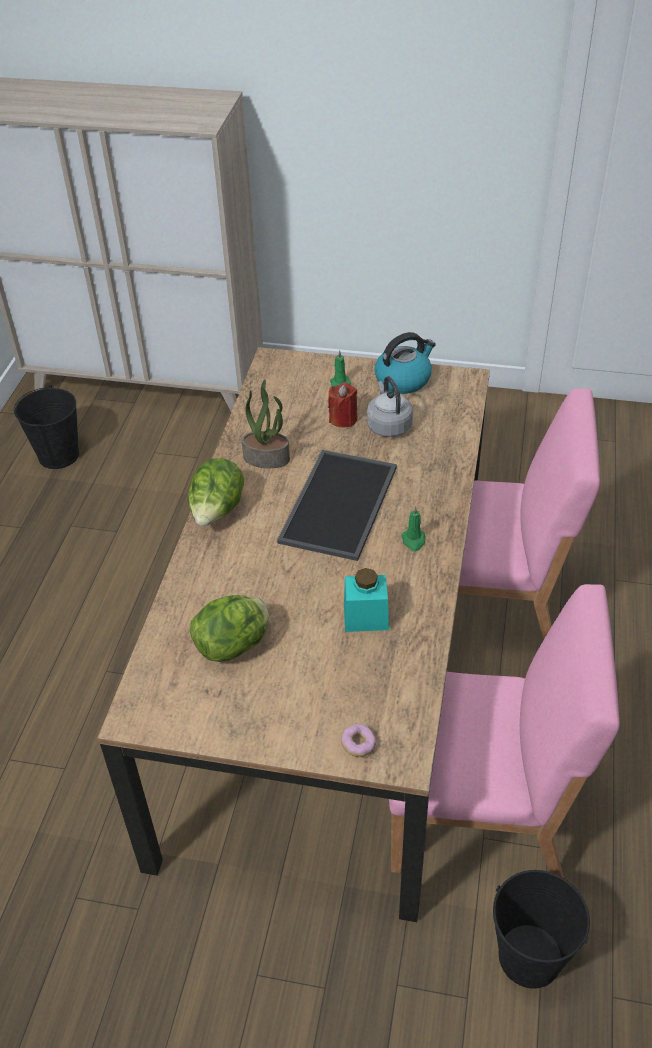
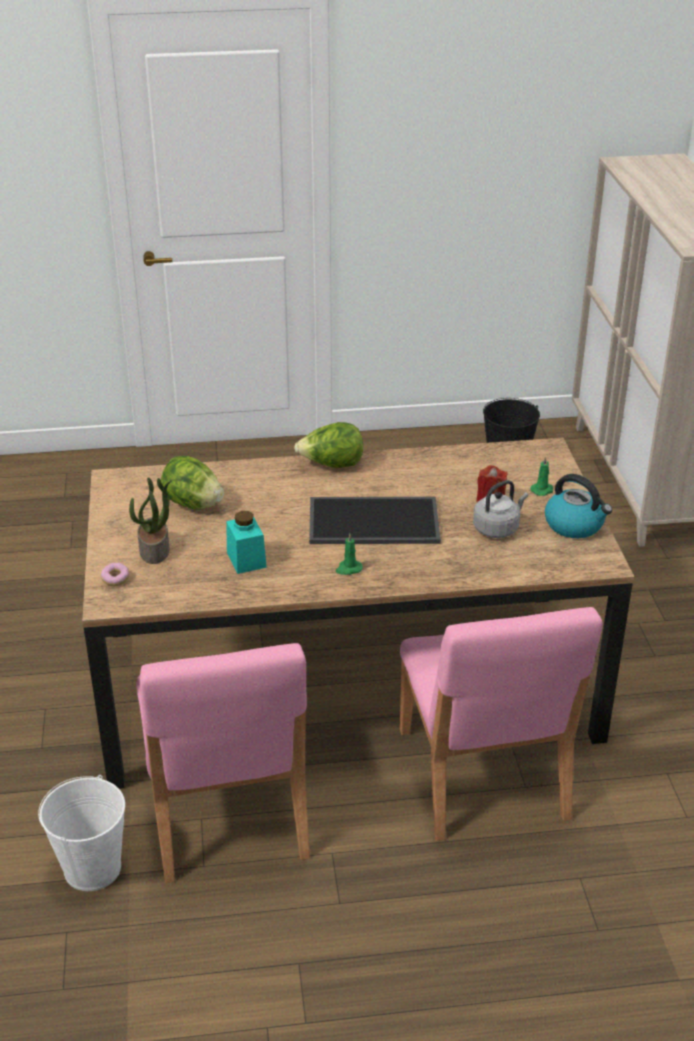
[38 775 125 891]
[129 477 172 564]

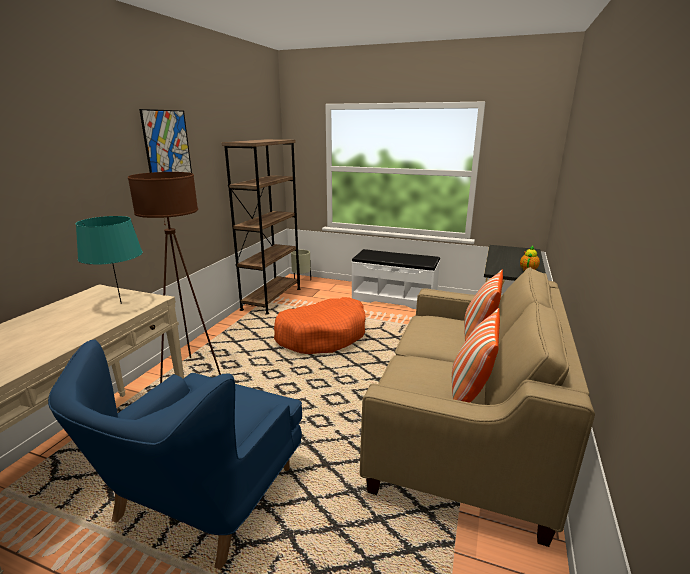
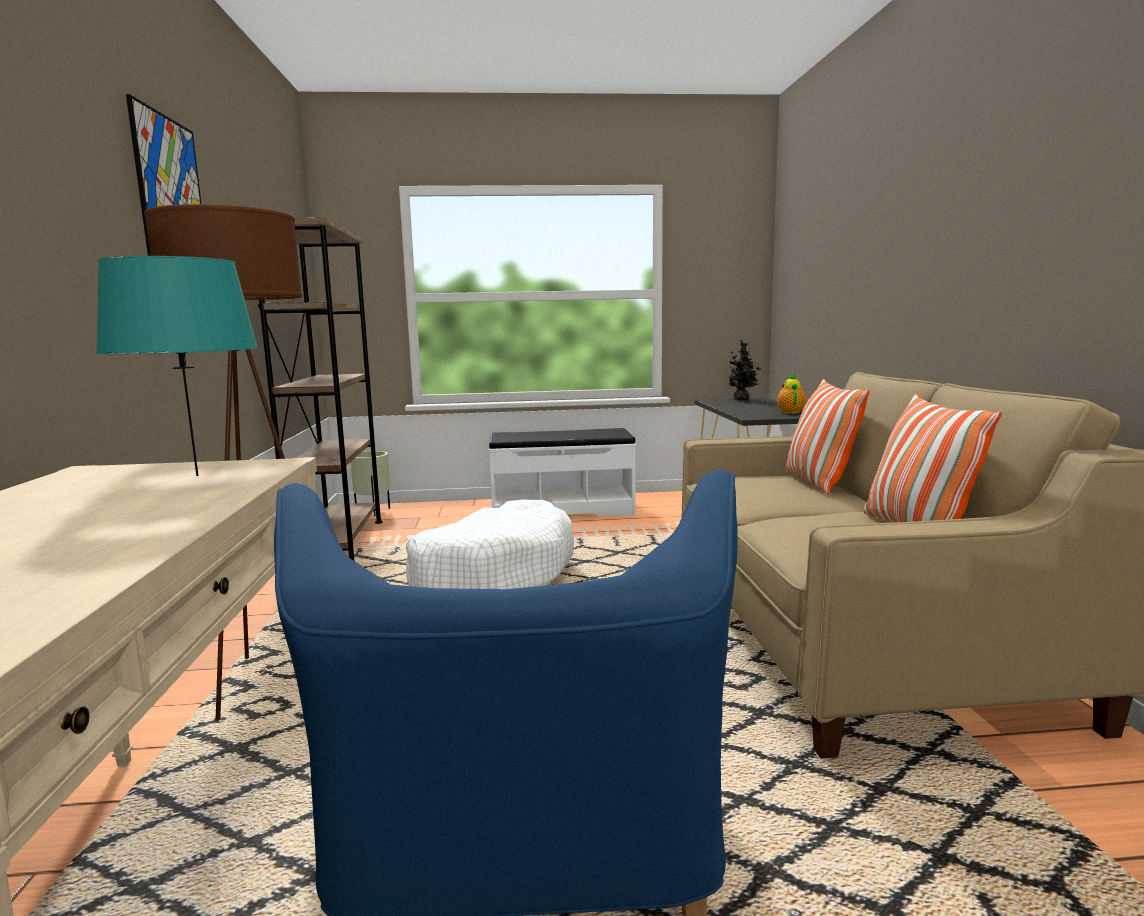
[406 500 574 589]
[729 340 762 400]

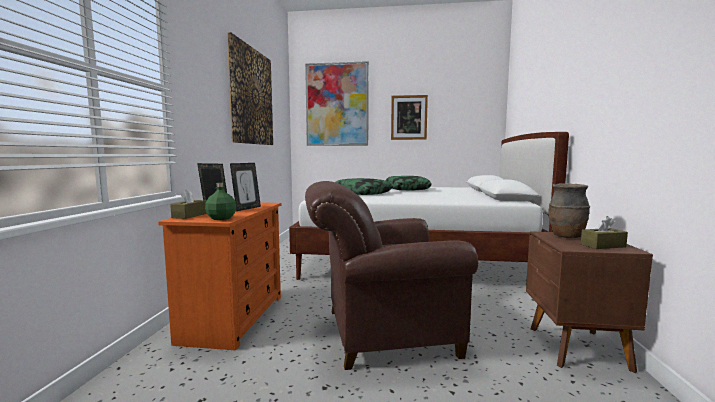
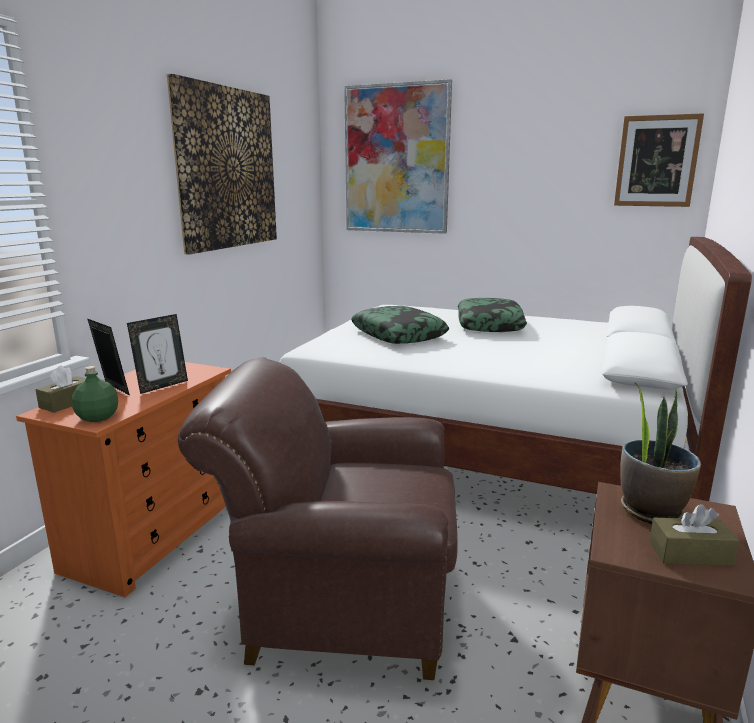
[614 113 704 207]
[620 383 701 524]

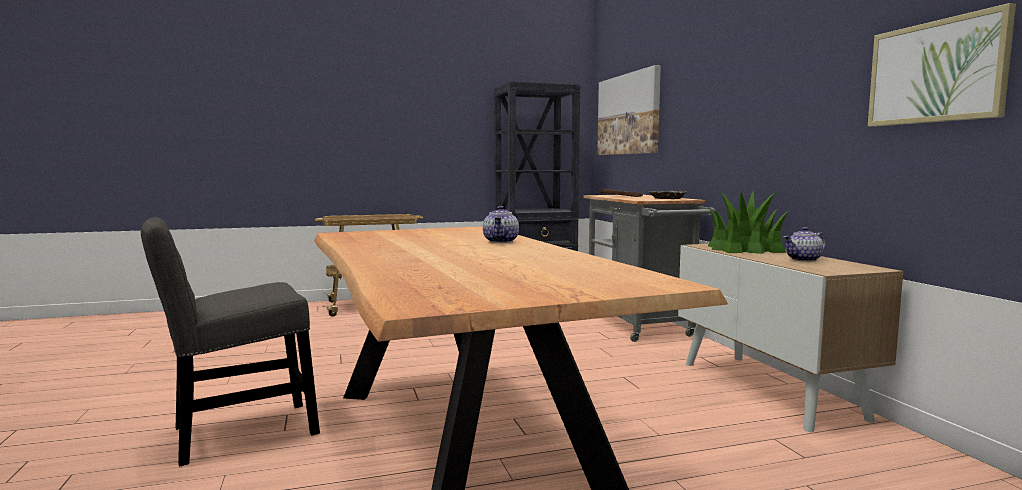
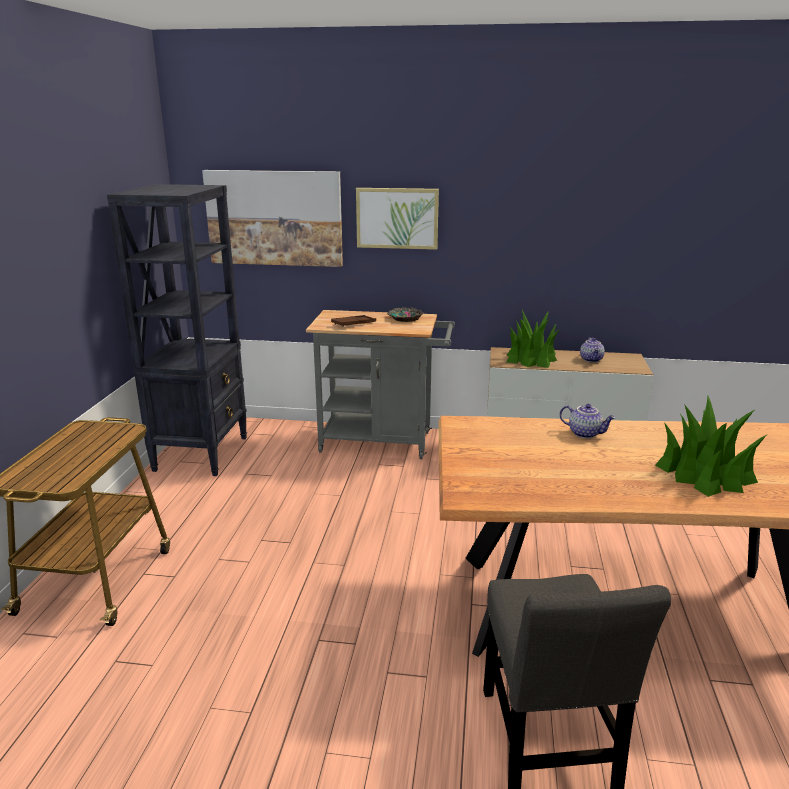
[356 188 439 250]
[655 396 766 497]

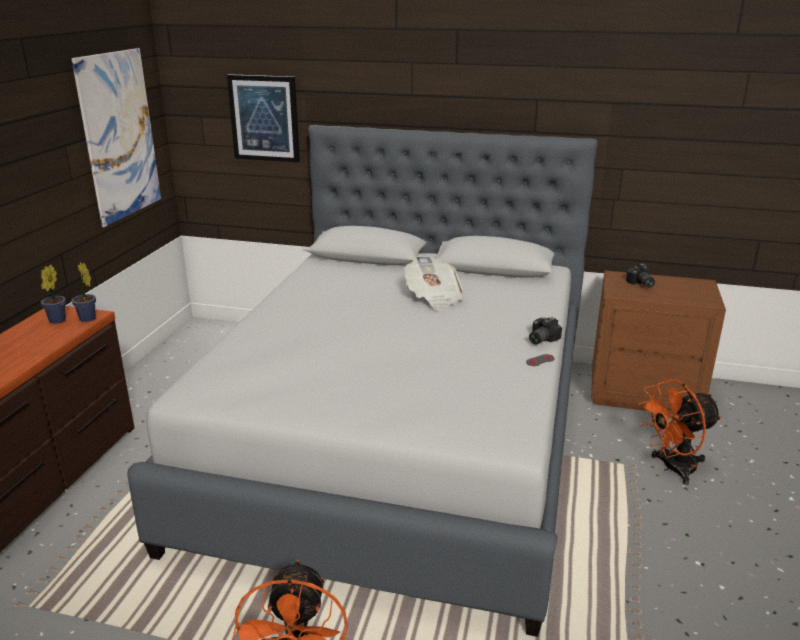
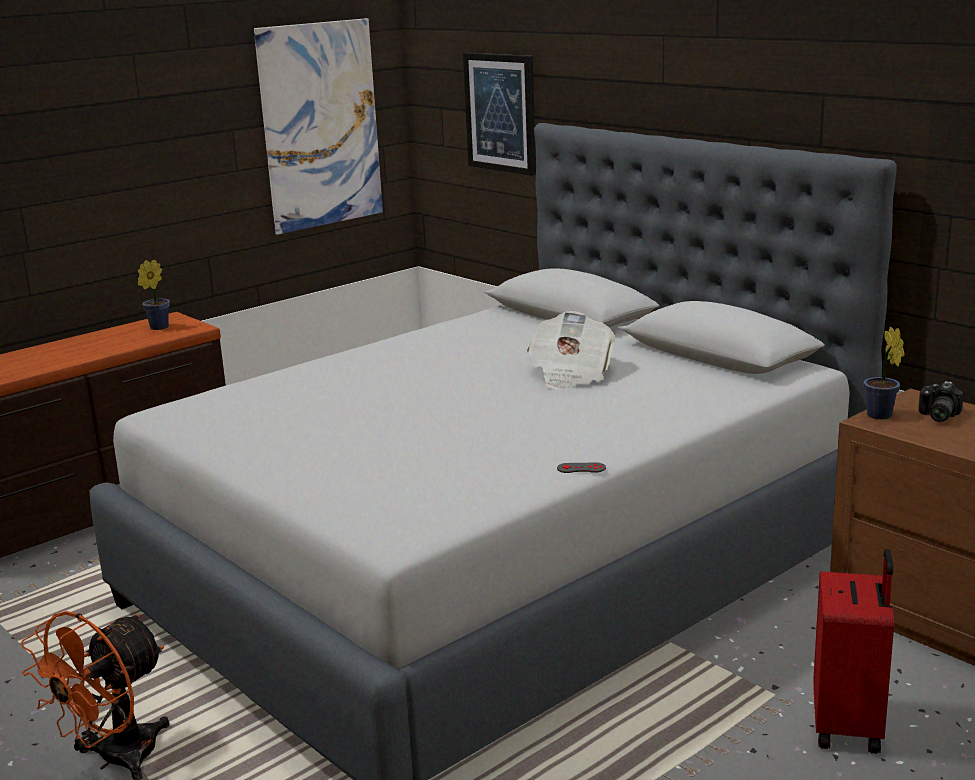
[813 549 894 754]
[864 327 904 419]
[529 317 562 344] (first image)

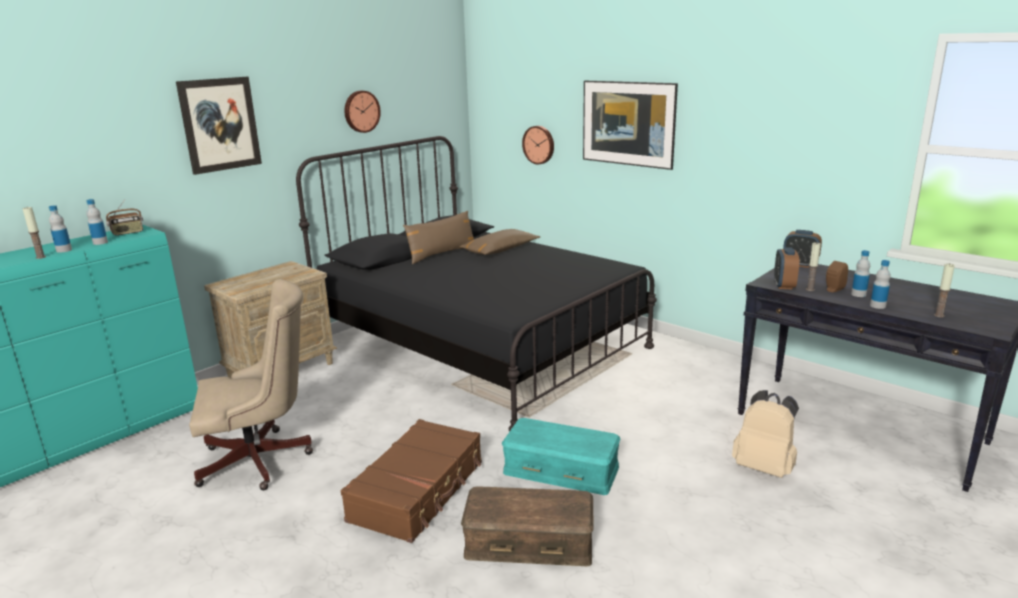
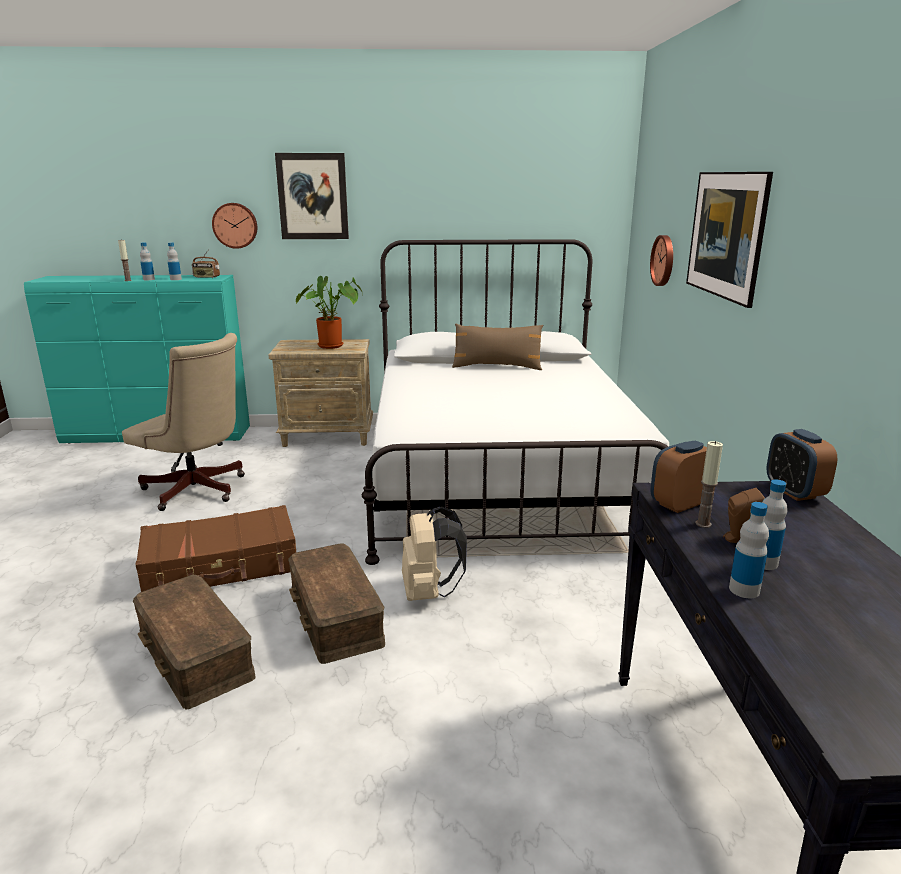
[212 203 257 249]
[288 543 385 664]
[296 276 363 349]
[362 239 669 565]
[402 506 467 601]
[459 229 540 255] (first image)
[934 264 955 318] (first image)

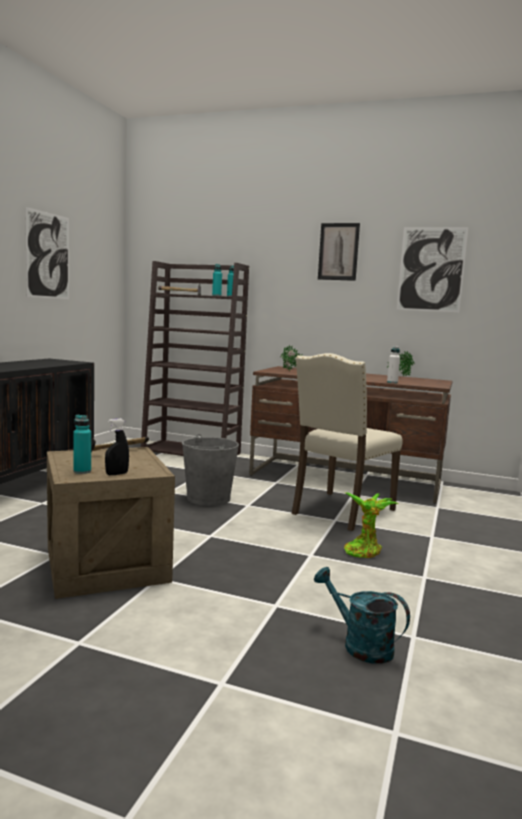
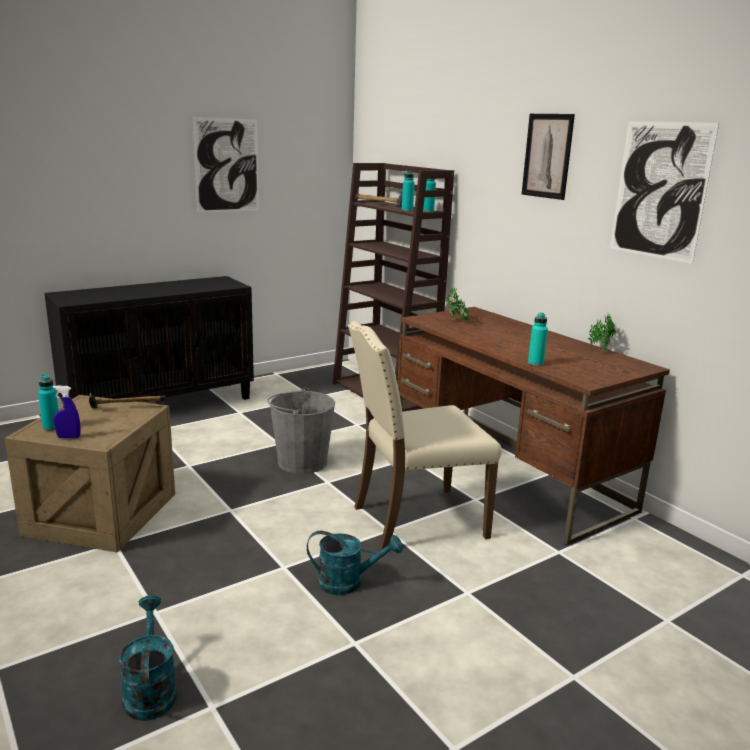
[53 385 80 439]
[307 531 403 595]
[528 313 548 366]

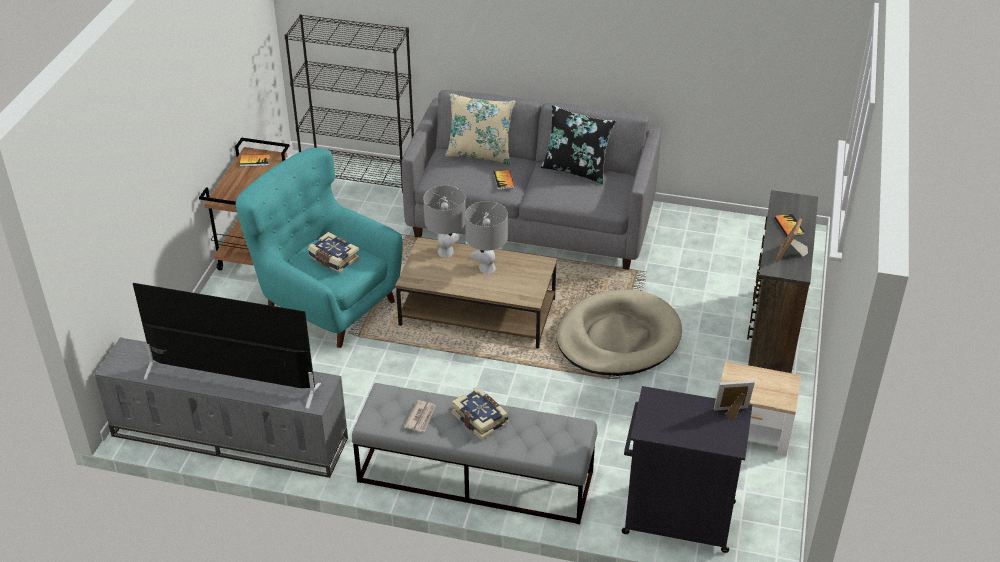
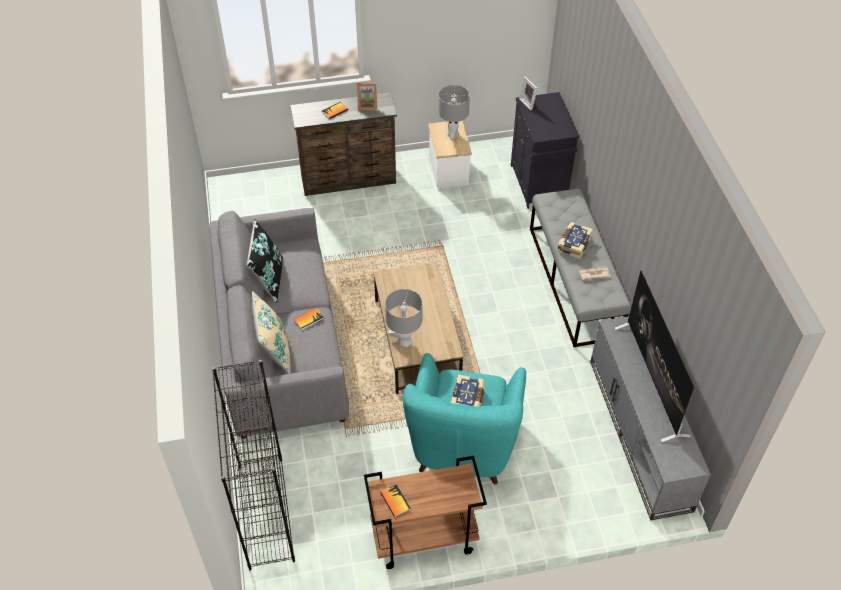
[438 85 470 139]
[557 289 682 376] (first image)

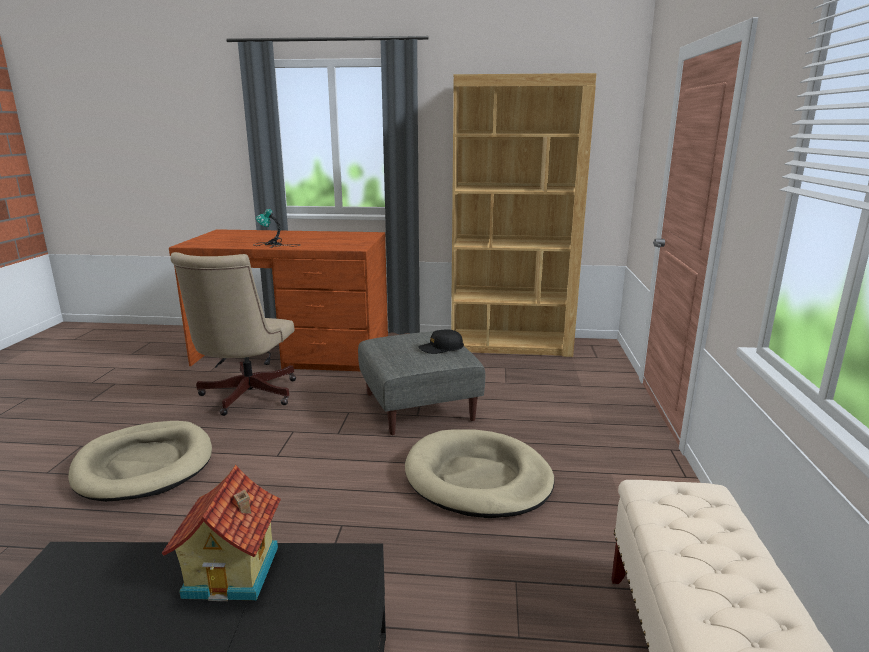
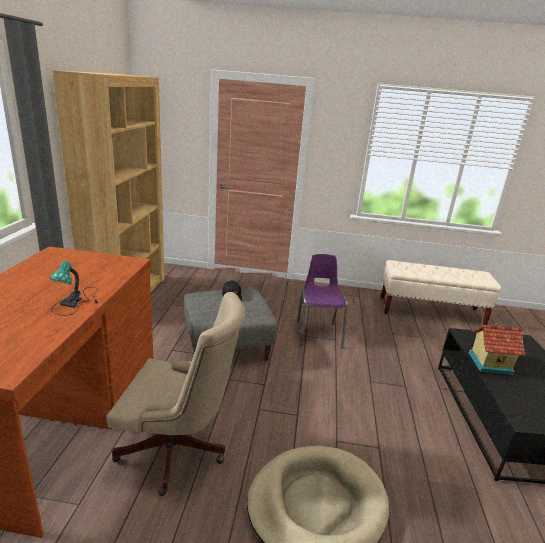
[297 254 348 348]

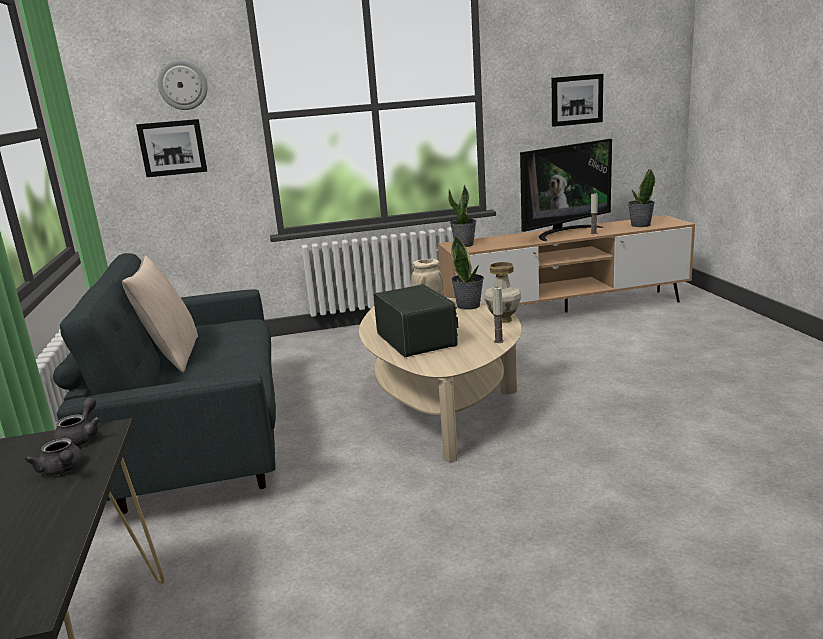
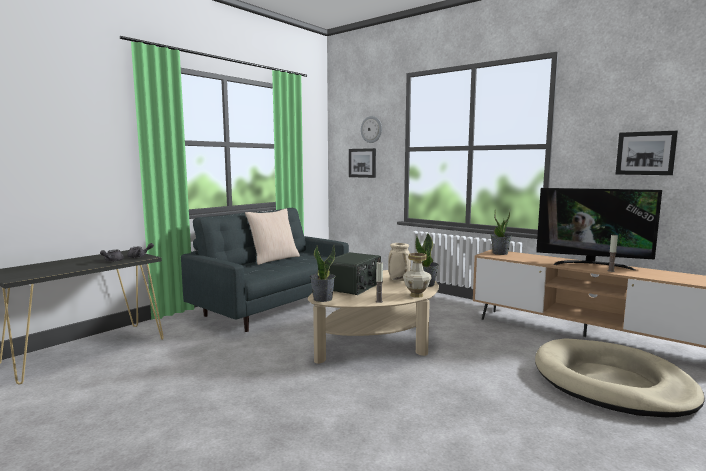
[310 245 336 302]
[535 339 705 417]

